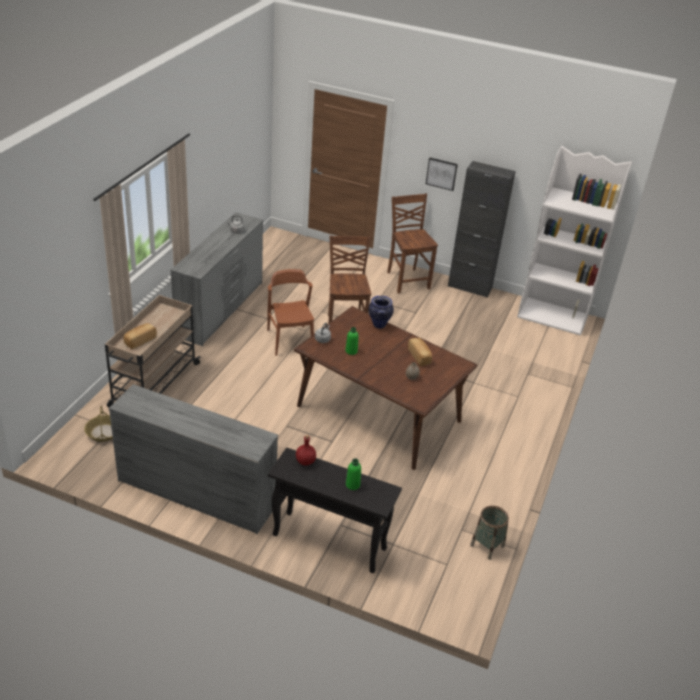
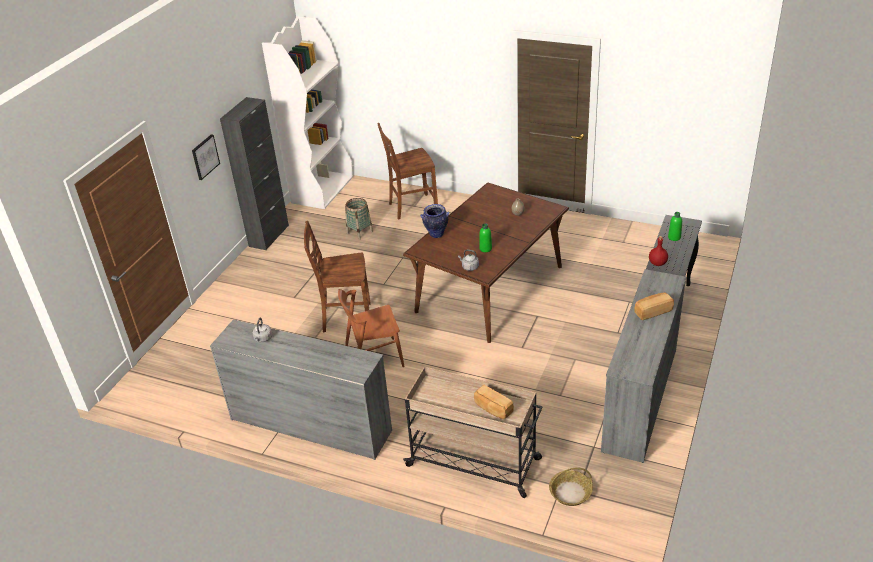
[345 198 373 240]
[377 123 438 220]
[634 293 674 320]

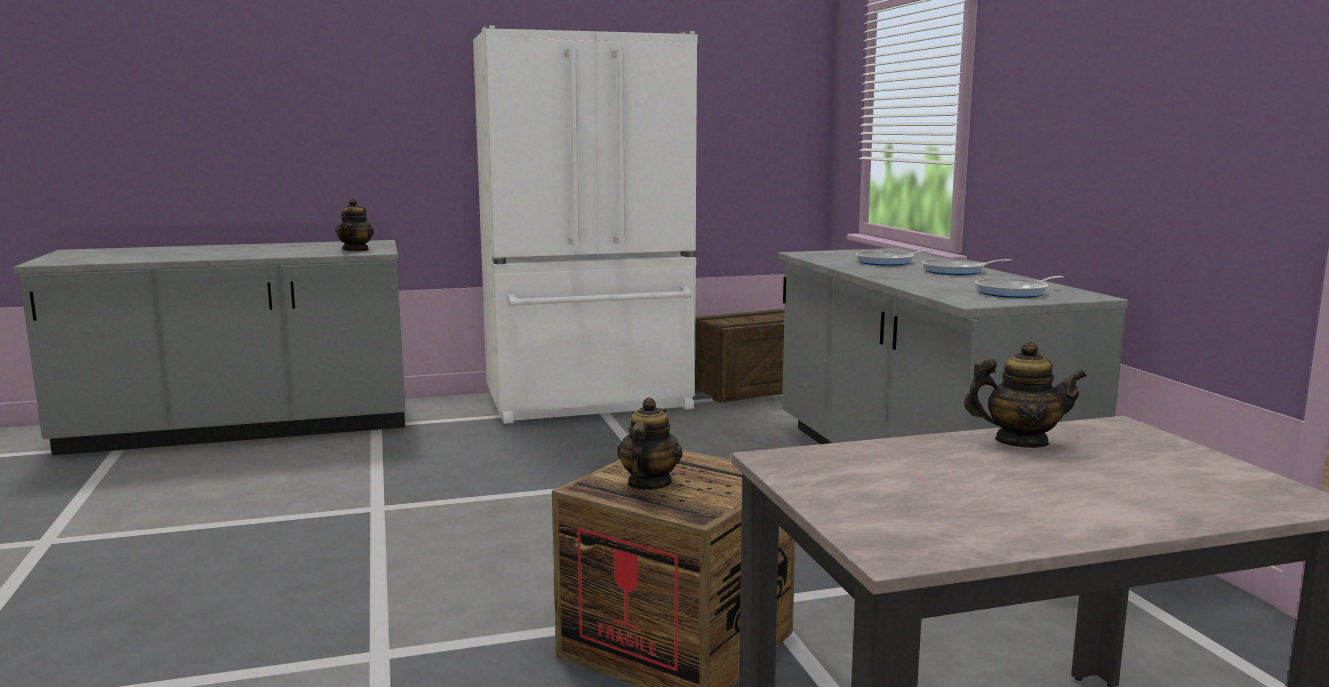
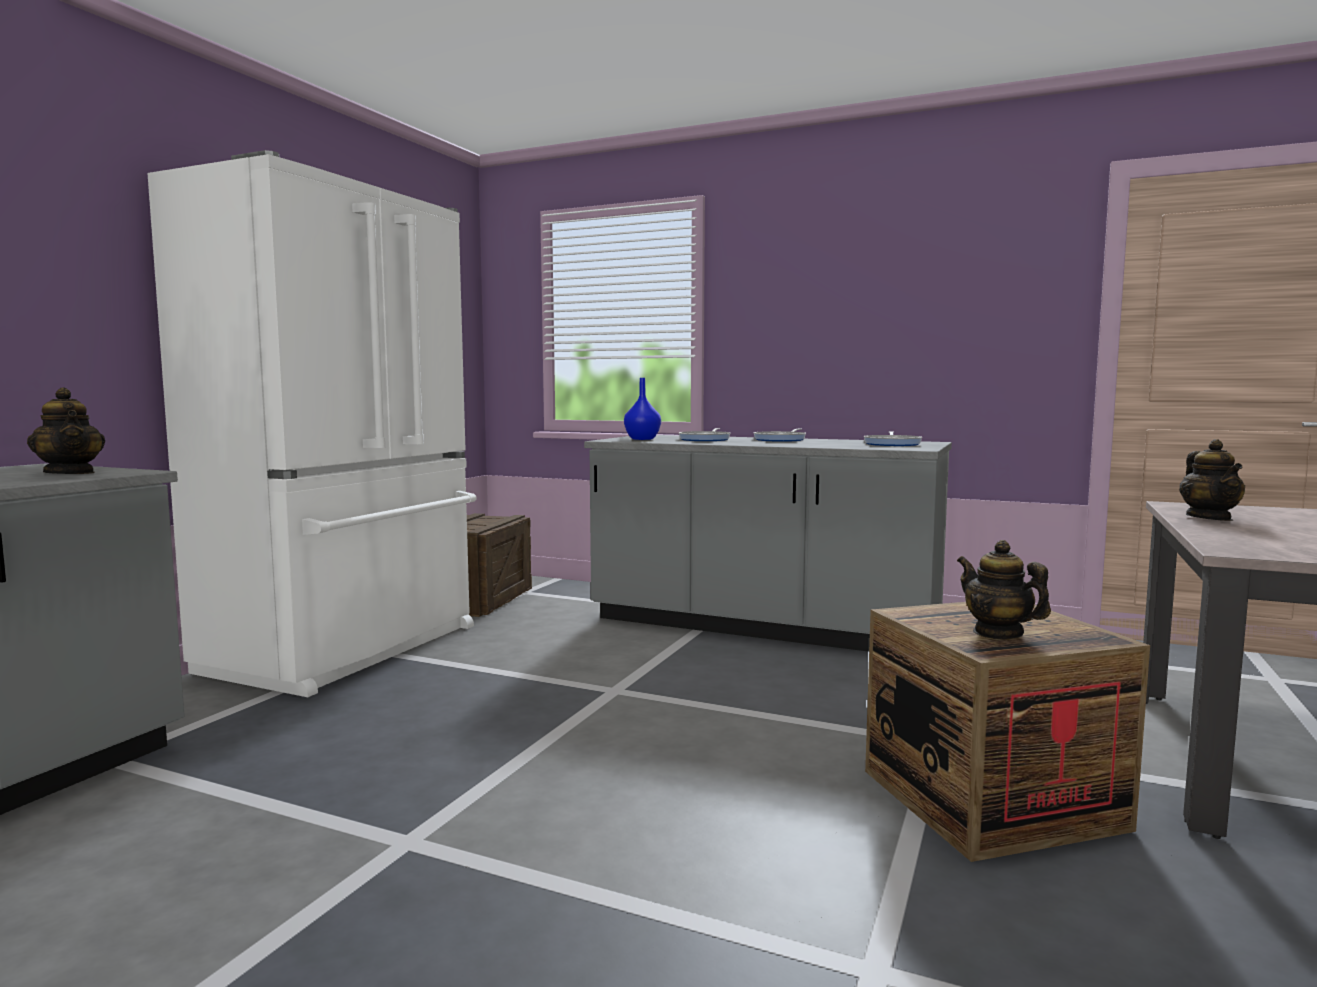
[624 378 661 440]
[1179 439 1245 521]

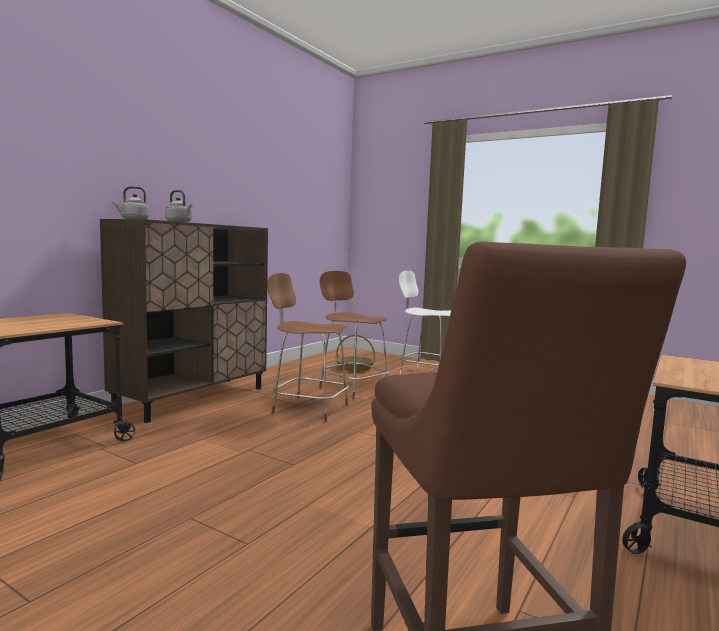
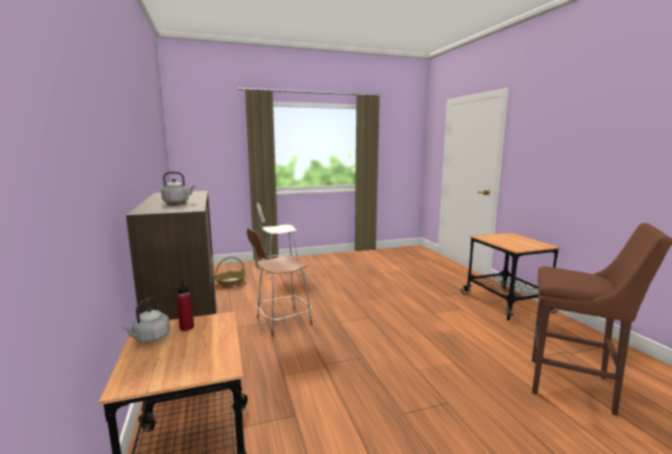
[123 296 170 343]
[177 279 194 331]
[319 271 389 399] (first image)

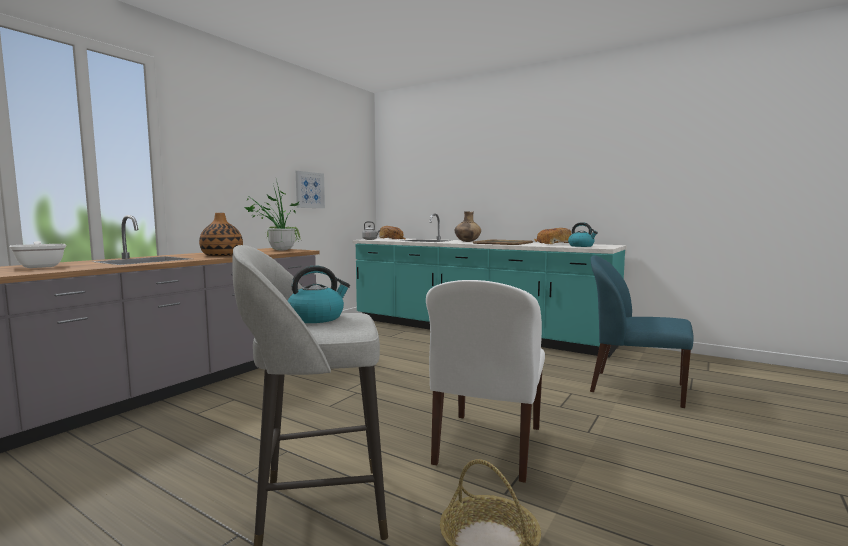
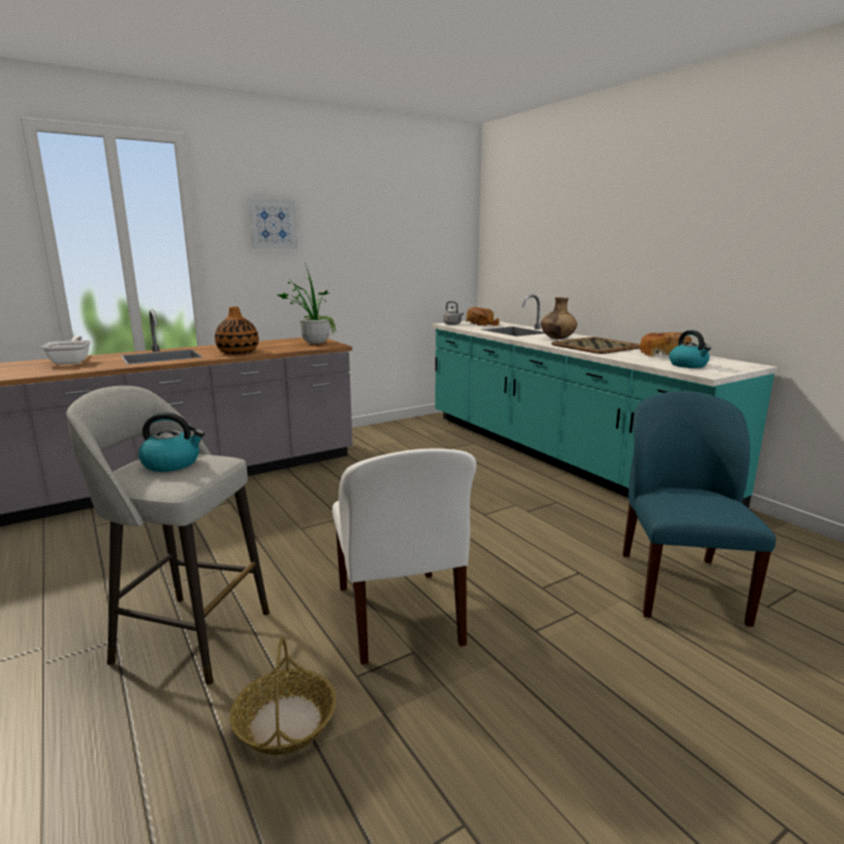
[247 198 298 249]
[332 449 476 665]
[623 391 776 627]

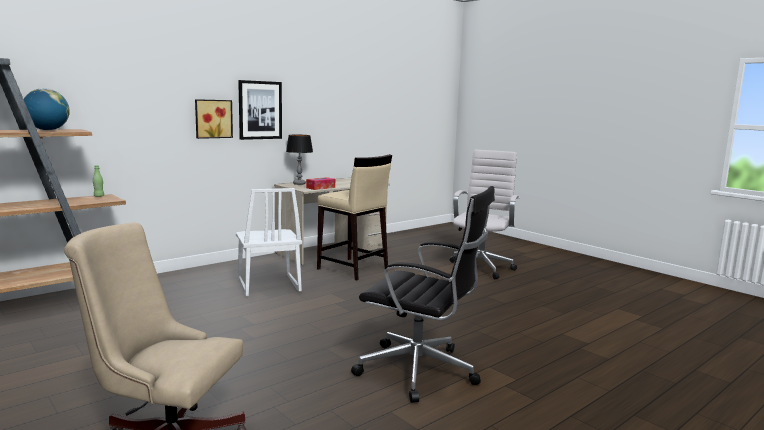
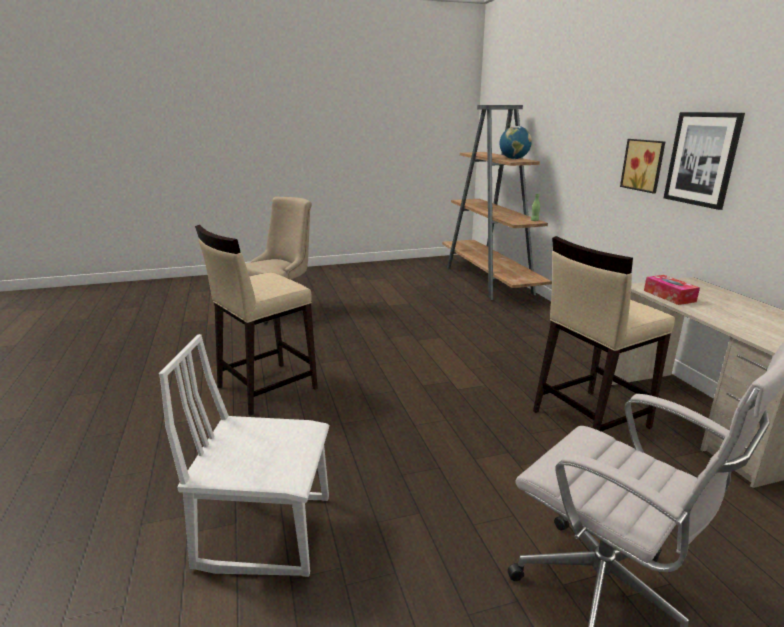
[159 334 329 577]
[195 225 318 416]
[286 135 313 185] (first image)

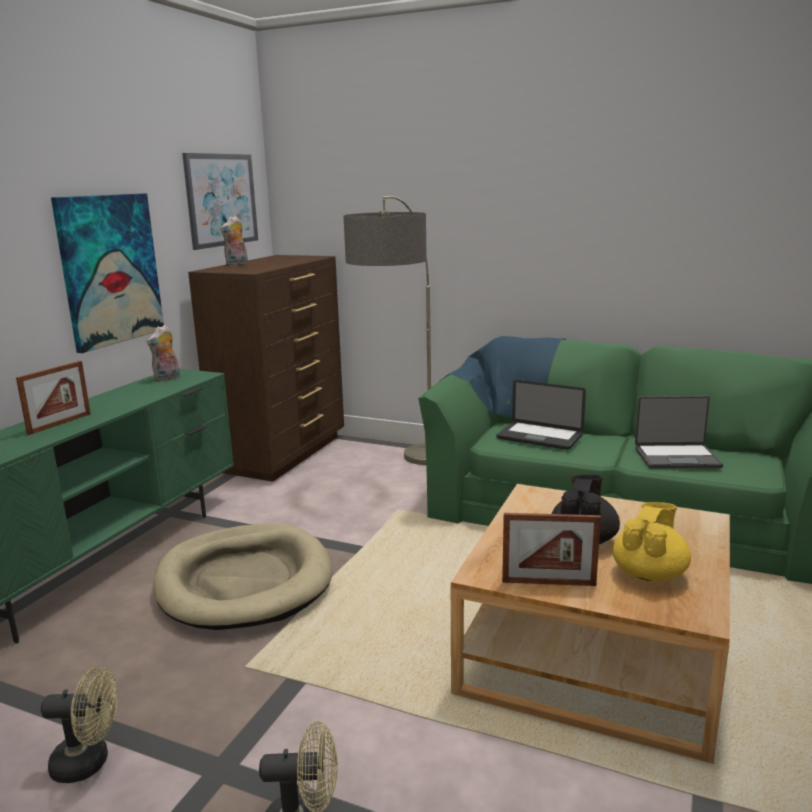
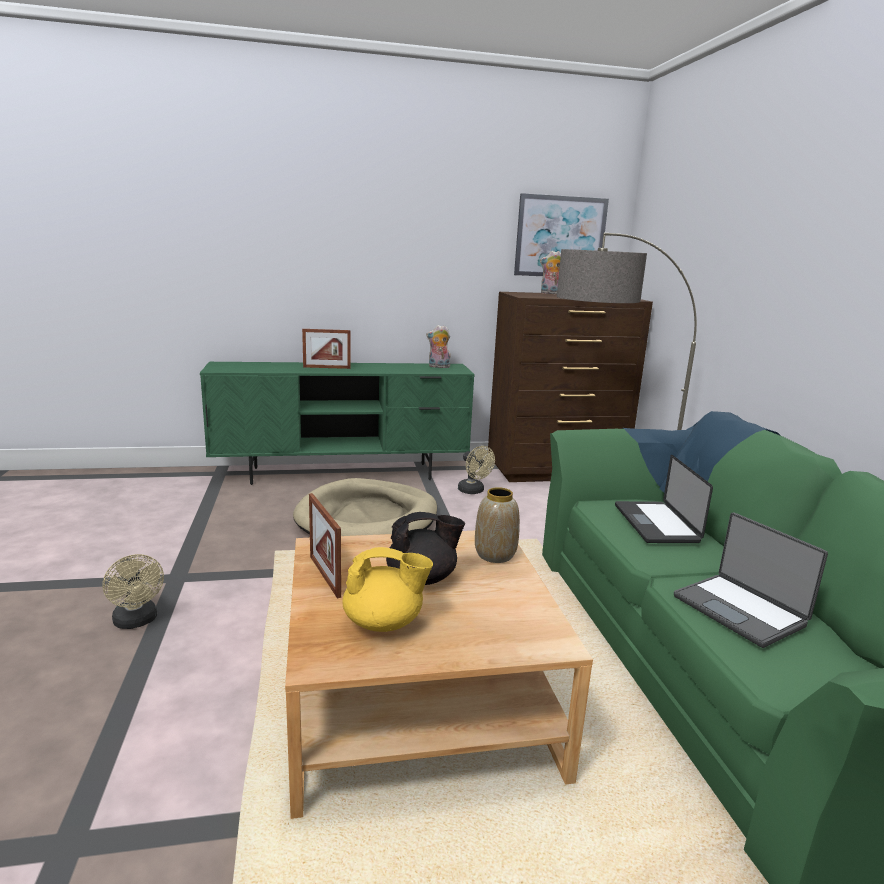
[458 446 495 494]
[475 487 520 563]
[51 193 164 353] (first image)

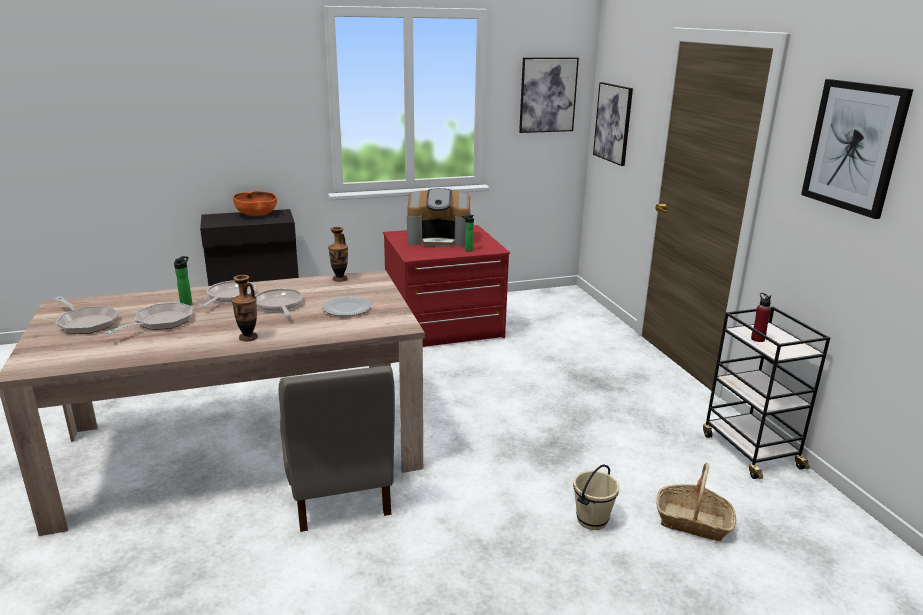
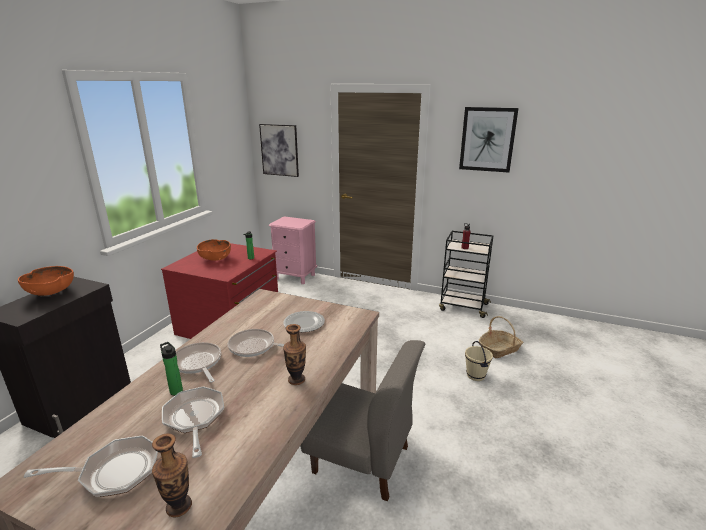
[152 433 192 518]
[197 239 231 261]
[269 216 317 284]
[519 57 579 133] (first image)

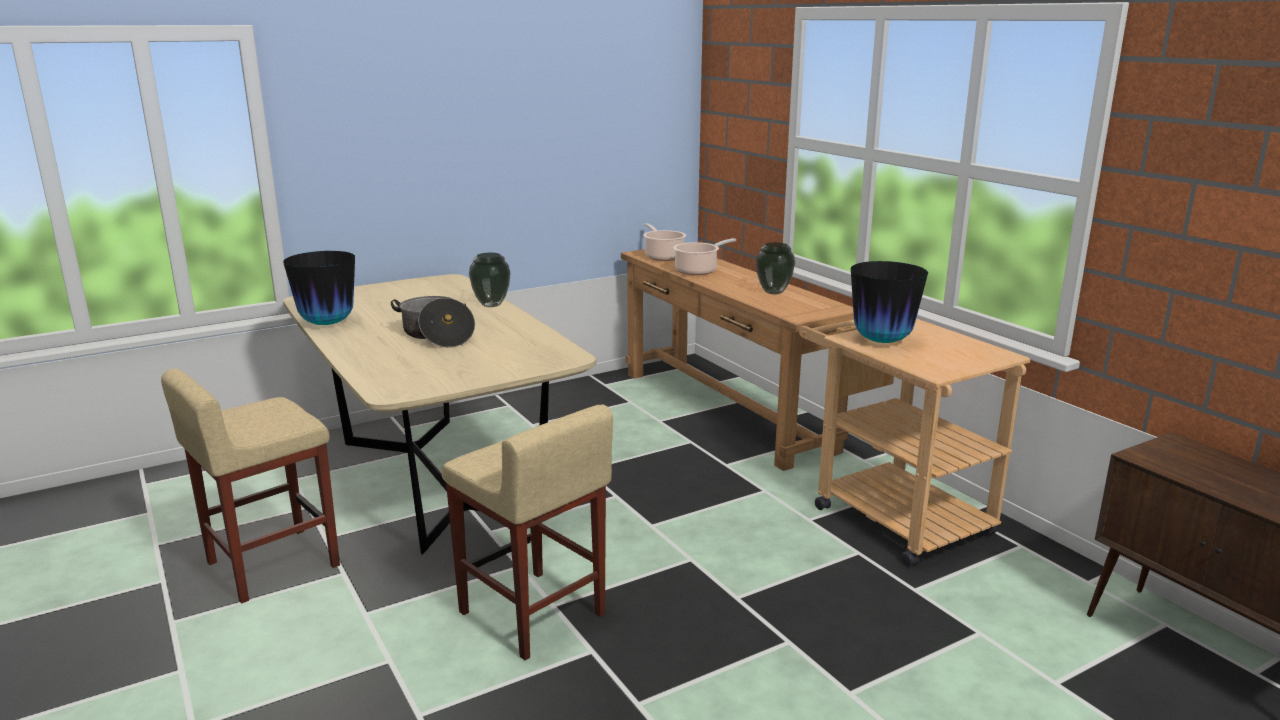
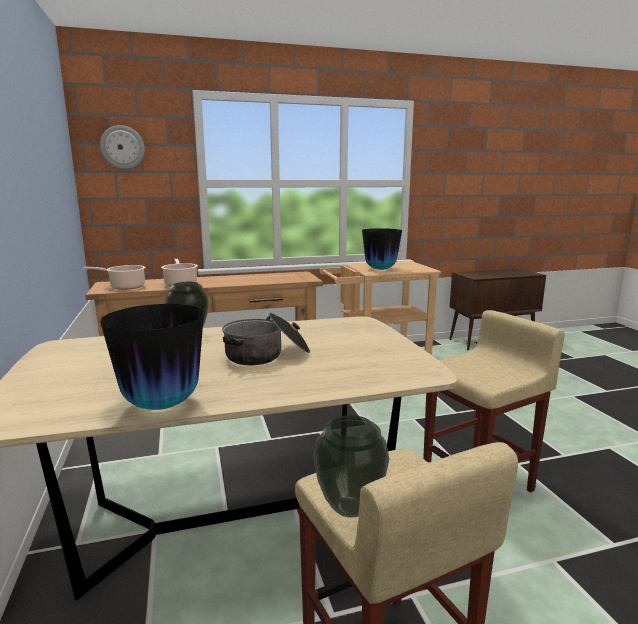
[100 125 145 169]
[313 415 389 518]

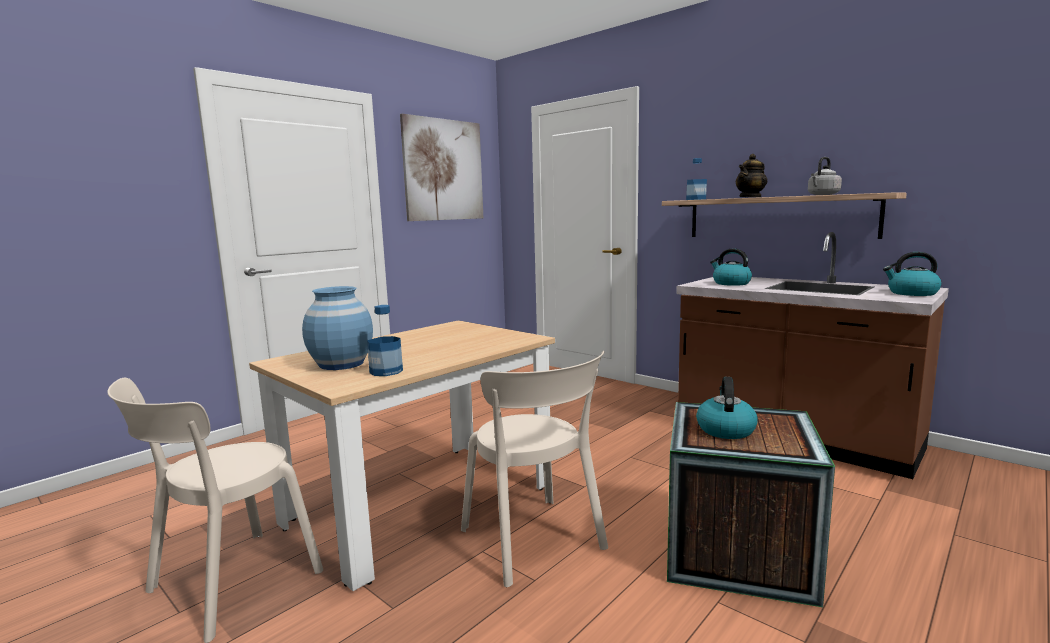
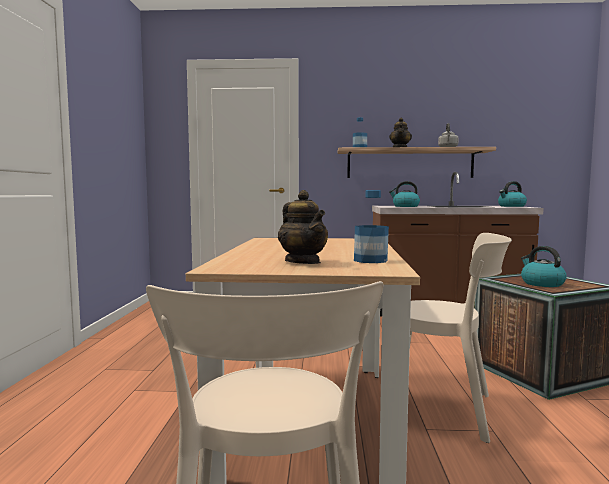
[278 190 328 264]
[400 114 483 221] (first image)

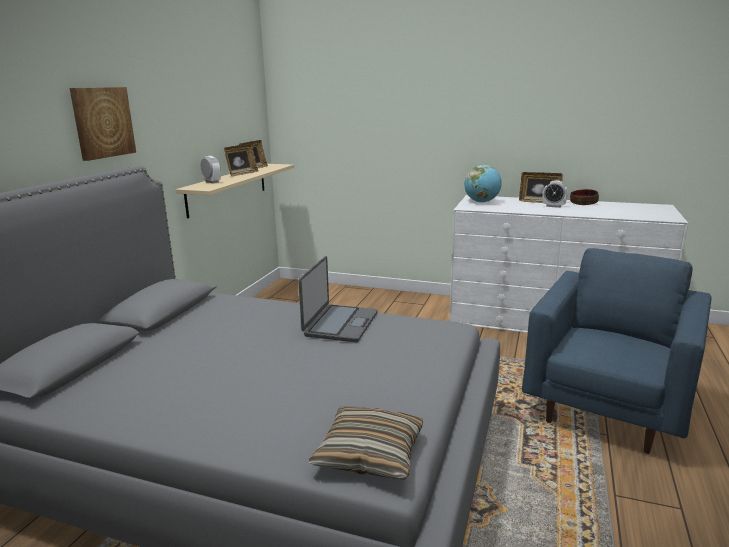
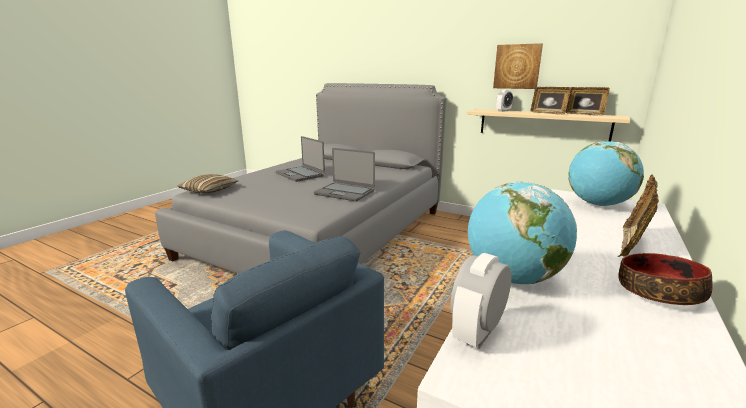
[276 136 325 182]
[451 253 511 349]
[468 182 577 284]
[493 43 543 89]

